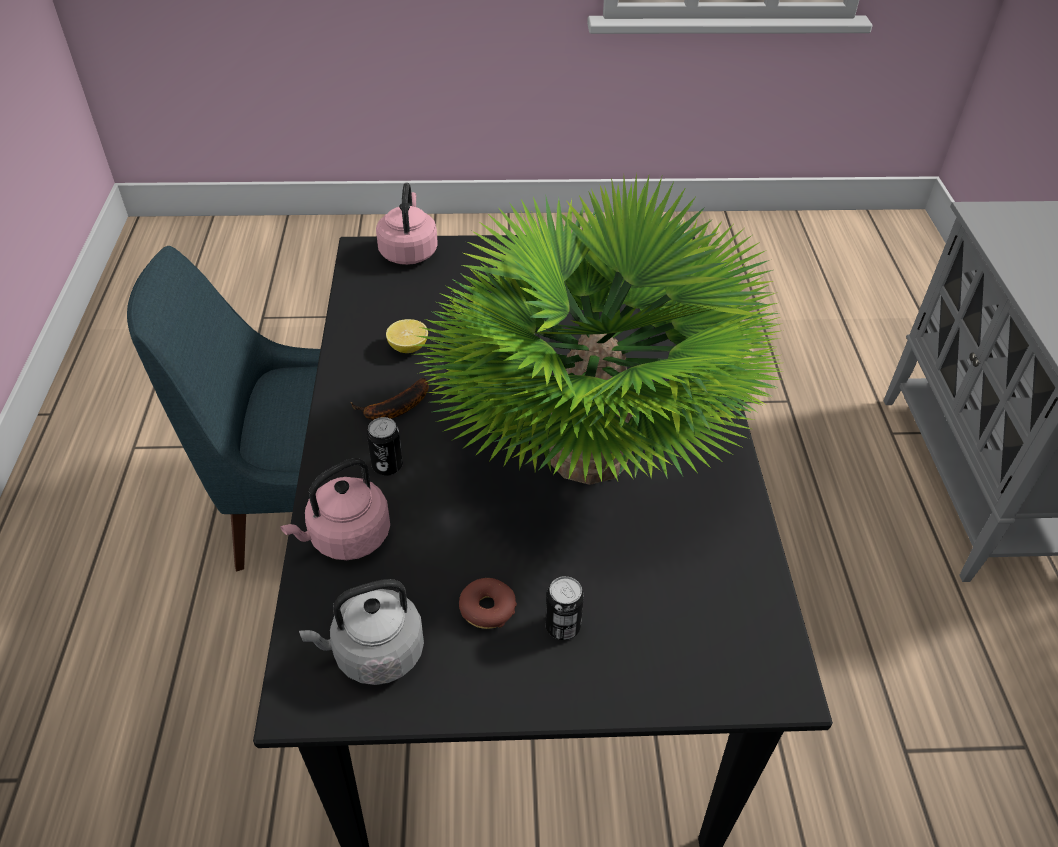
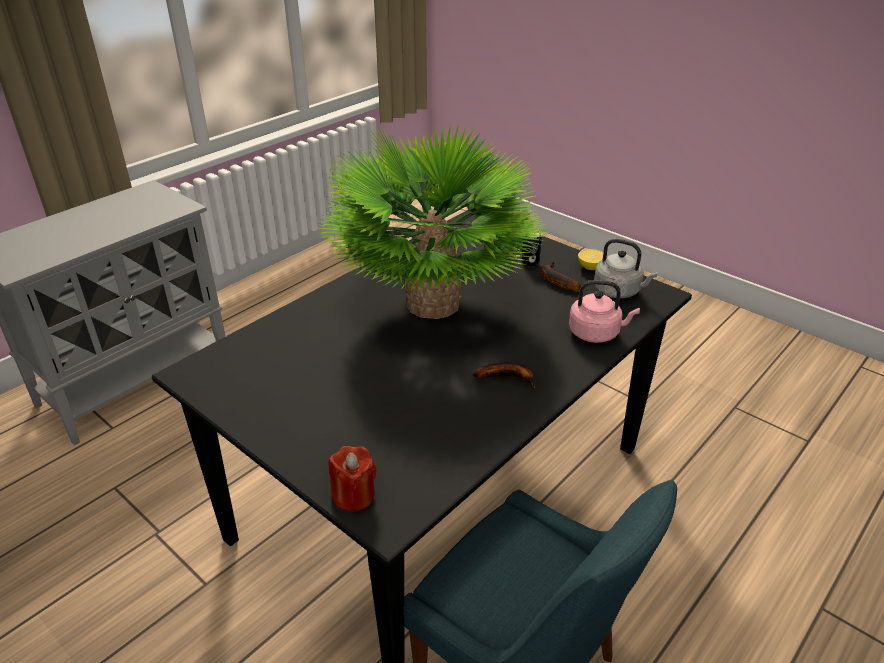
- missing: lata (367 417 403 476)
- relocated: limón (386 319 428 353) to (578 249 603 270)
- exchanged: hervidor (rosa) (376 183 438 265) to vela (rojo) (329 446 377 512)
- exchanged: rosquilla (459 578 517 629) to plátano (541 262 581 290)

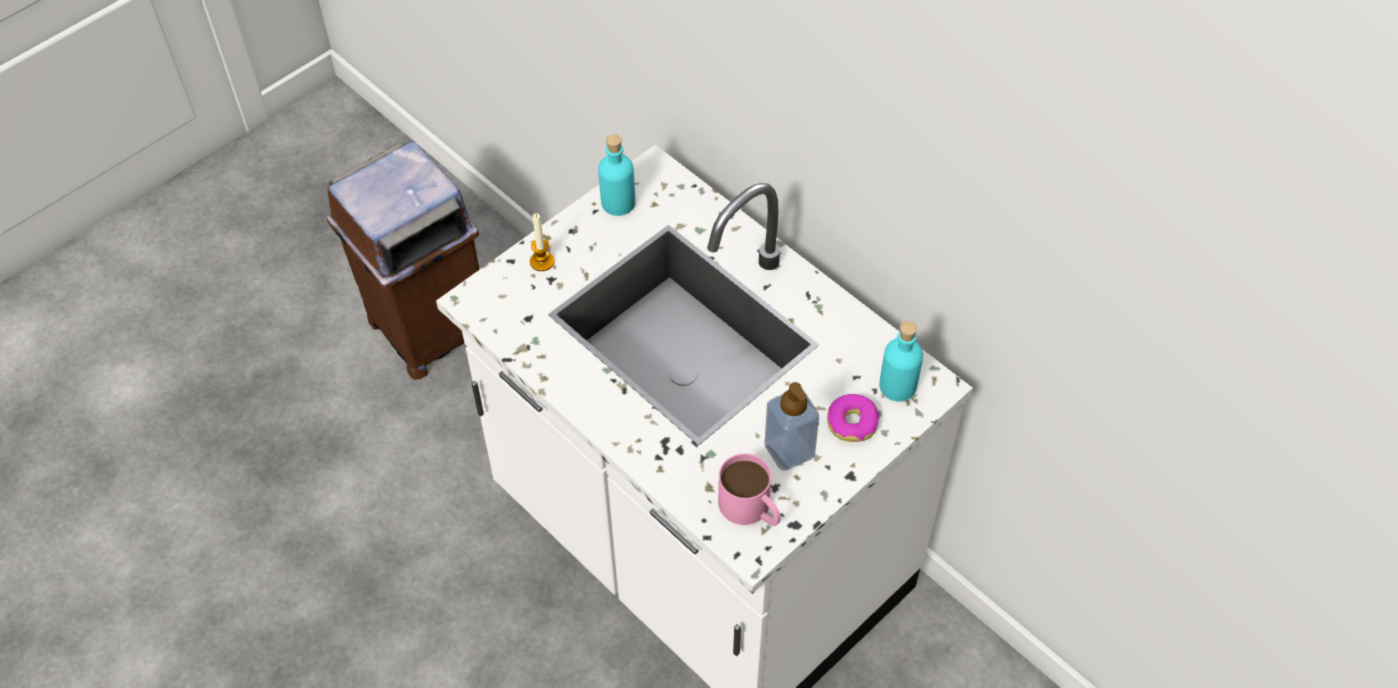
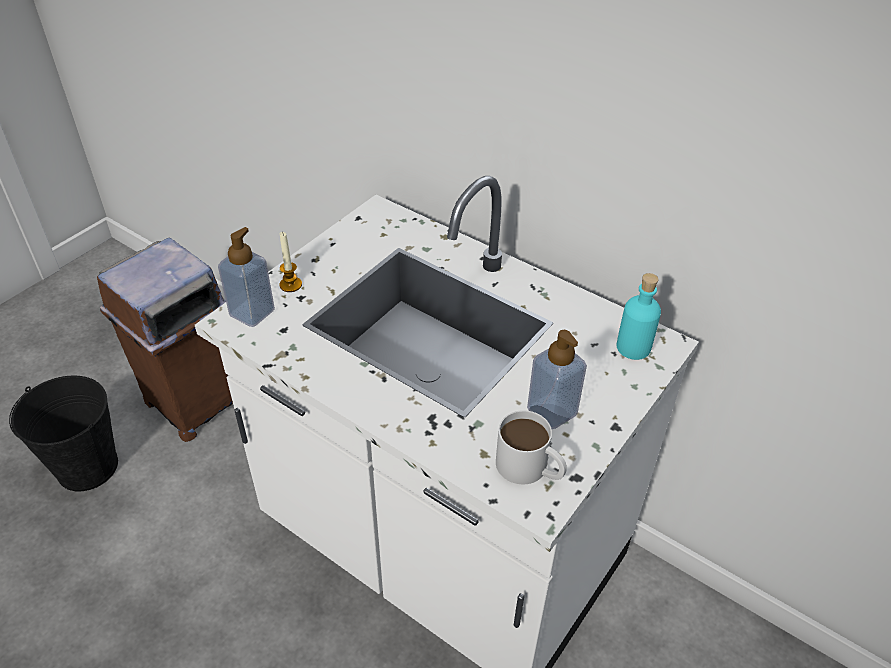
- missing: botella (turquesa) (598 134 636 216)
- missing: rosquilla (827 394 879 442)
- appeared: cubo (negro) (9 376 118 491)
- appeared: dispensador de jabón (218 227 275 327)
- colour: taza grande (rosa) (718 454 781 526) to taza grande (blanco) (496 410 567 484)

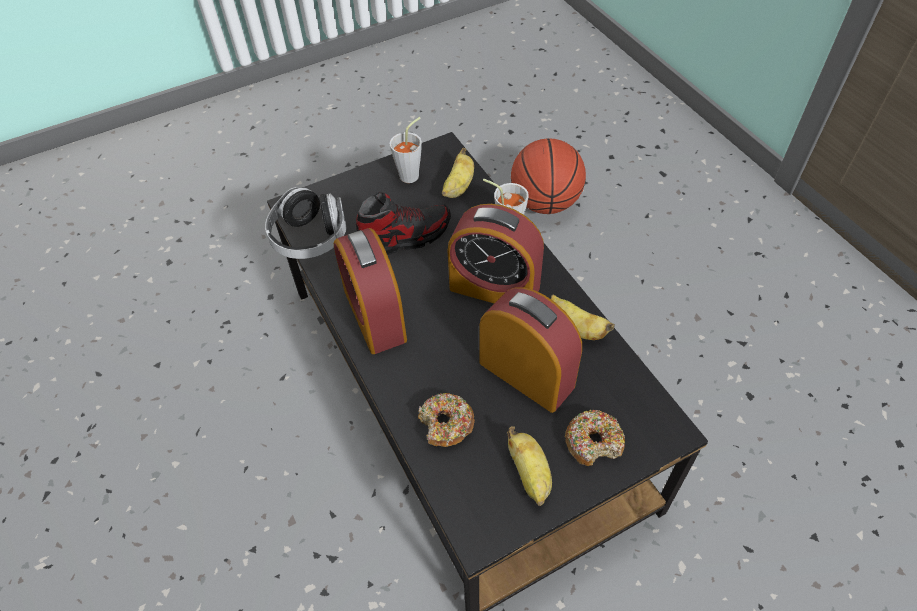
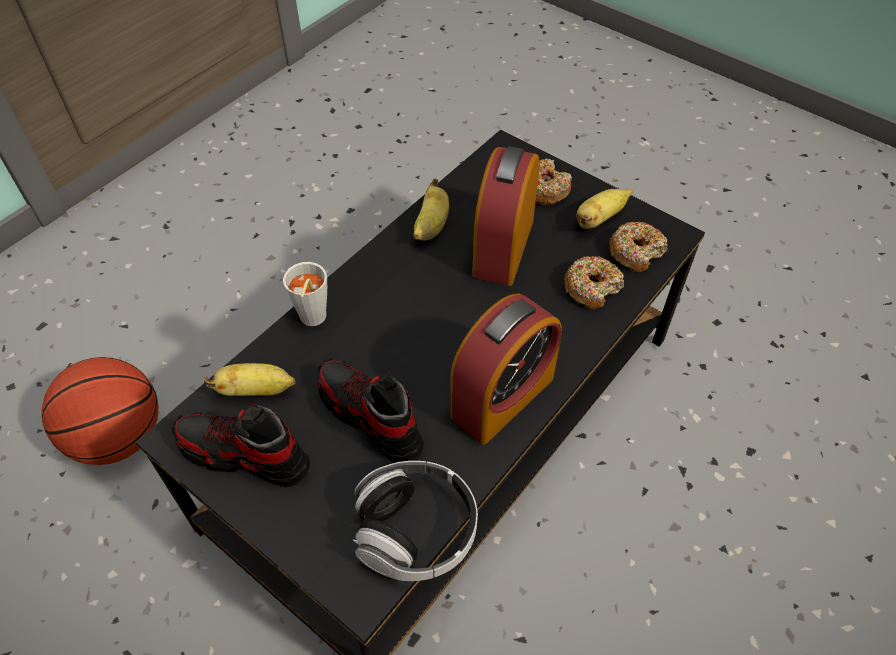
- missing: despertador (447 204 544 303)
- appeared: rosquilla (609 222 668 272)
- exchanged: taza (gris) (390 117 422 183) to zapato (171 404 310 487)

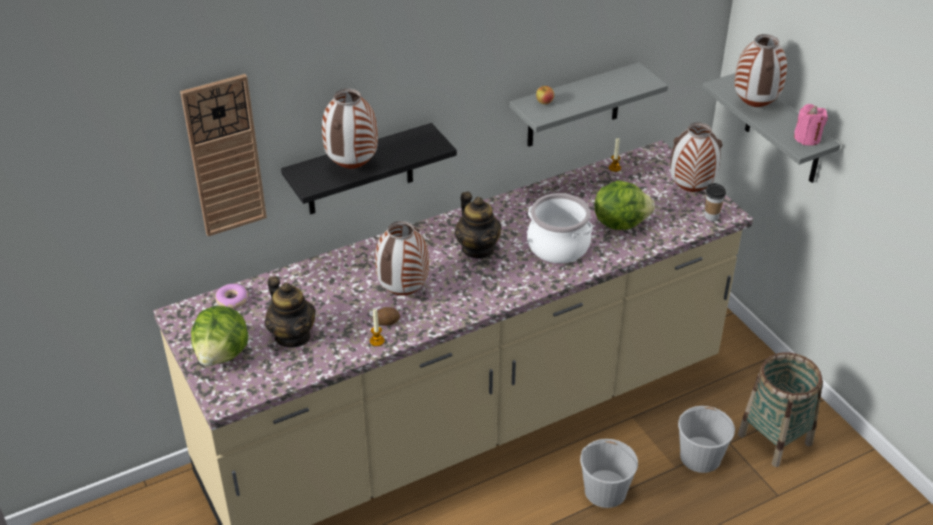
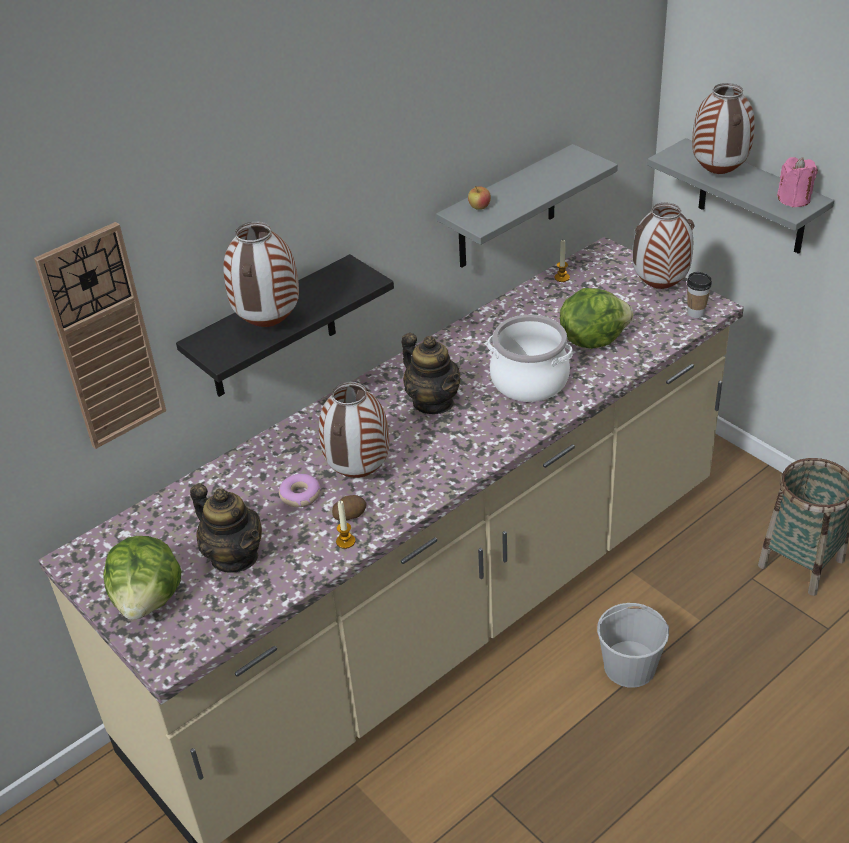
- missing: cubo (blanco) (678 406 735 473)
- relocated: rosquilla (215 284 248 309) to (279 474 321 507)

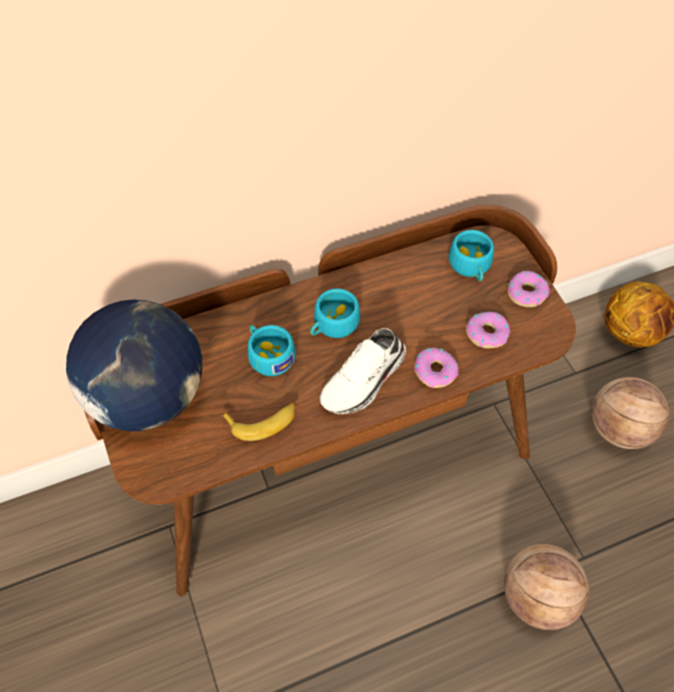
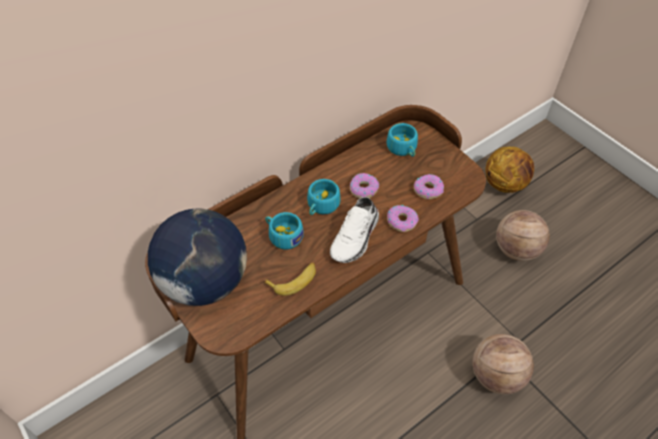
- relocated: rosquilla (508 271 550 307) to (350 173 379 198)

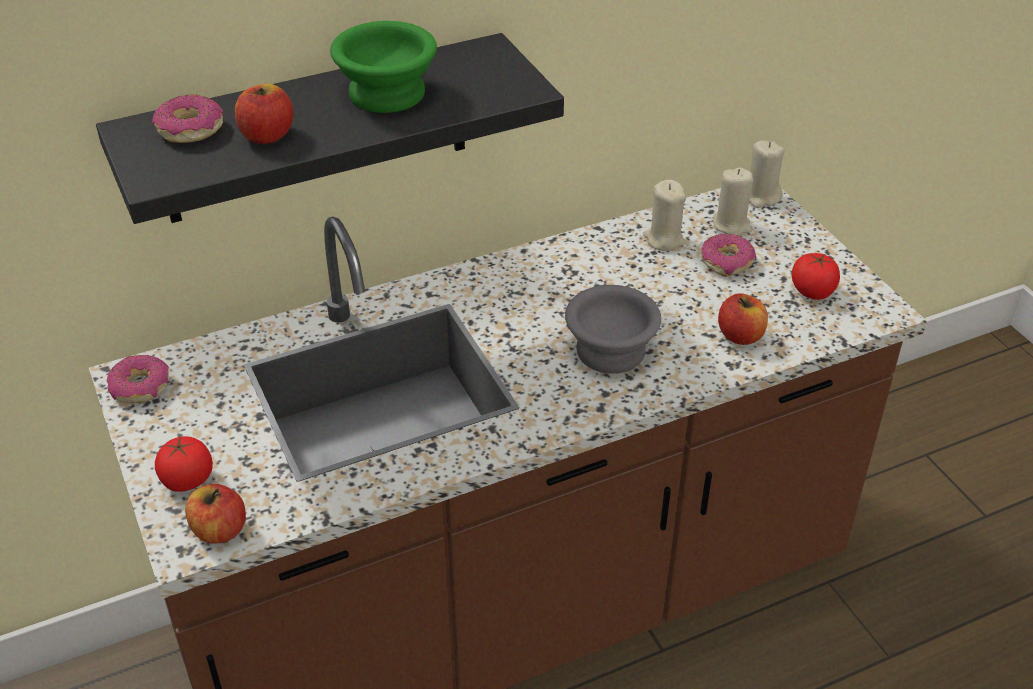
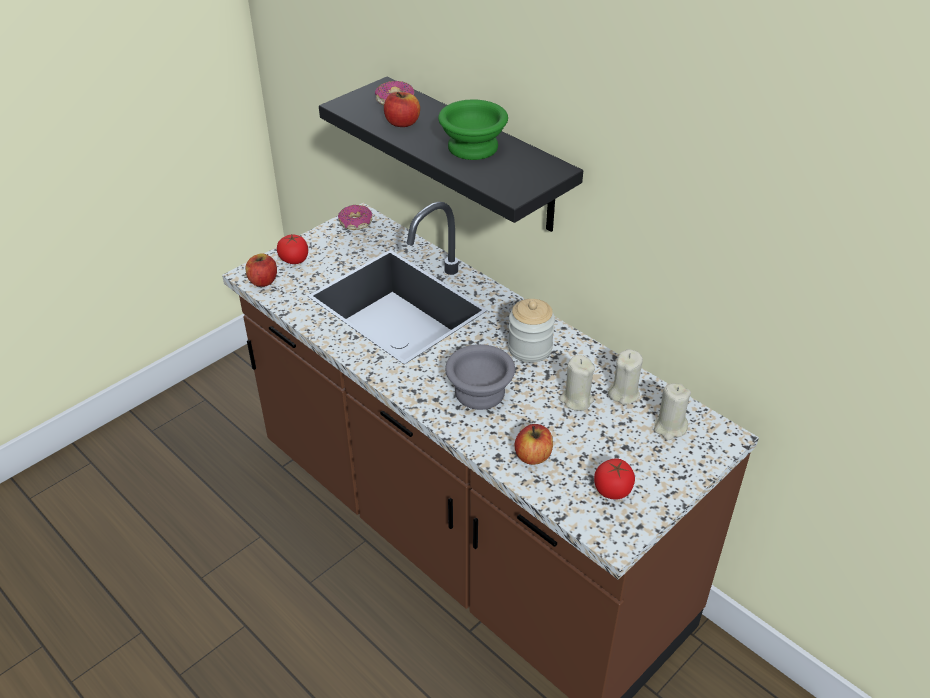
- missing: rosquilla (701 234 757 276)
- appeared: tarro (508 299 555 363)
- relocated: vela (beis) (749 140 785 208) to (559 355 595 411)

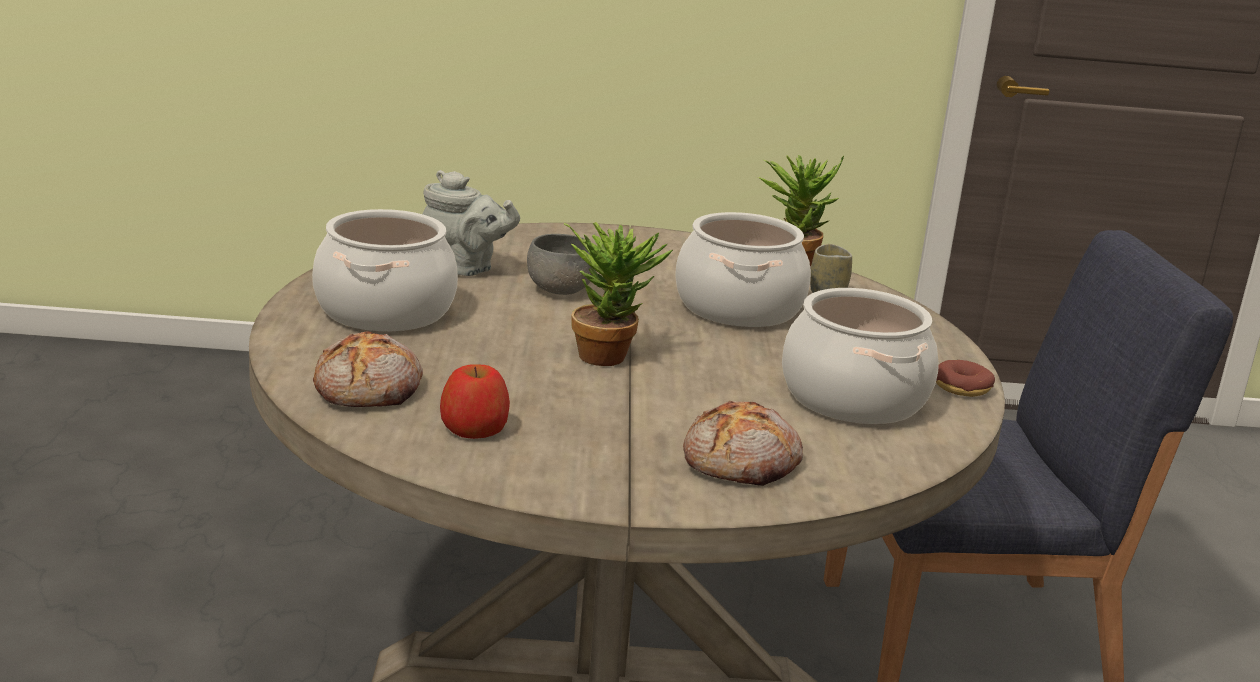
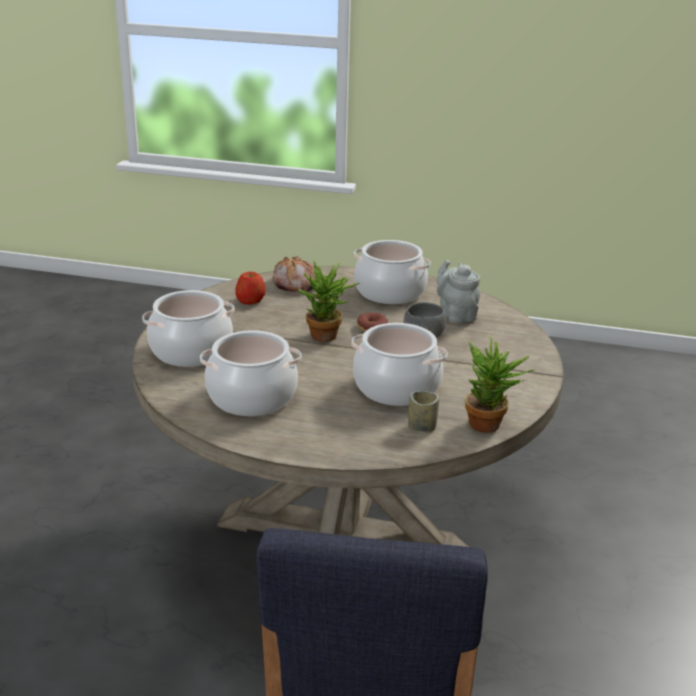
- relocated: rosquilla (936 360 995 397) to (357 313 388 331)
- exchanged: pan (683 400 803 486) to olla (142 290 235 367)
- spun: tetera (gris) (423 170 520 276) = (437 260 480 323) 120 degrees clockwise

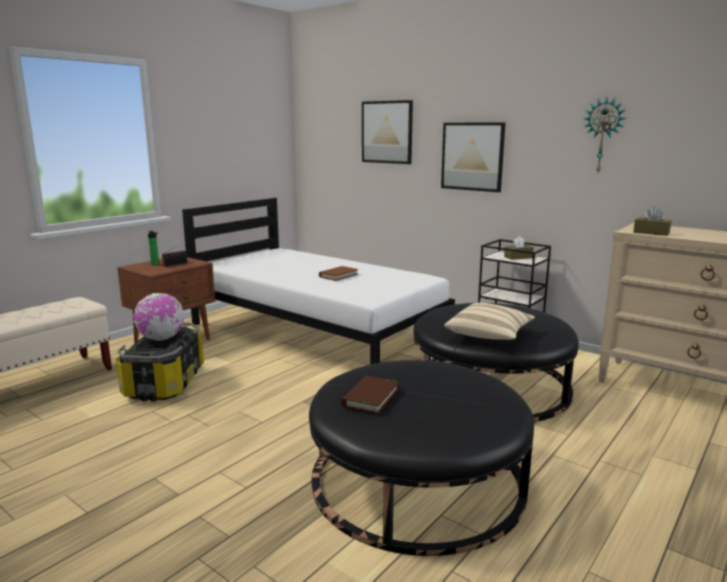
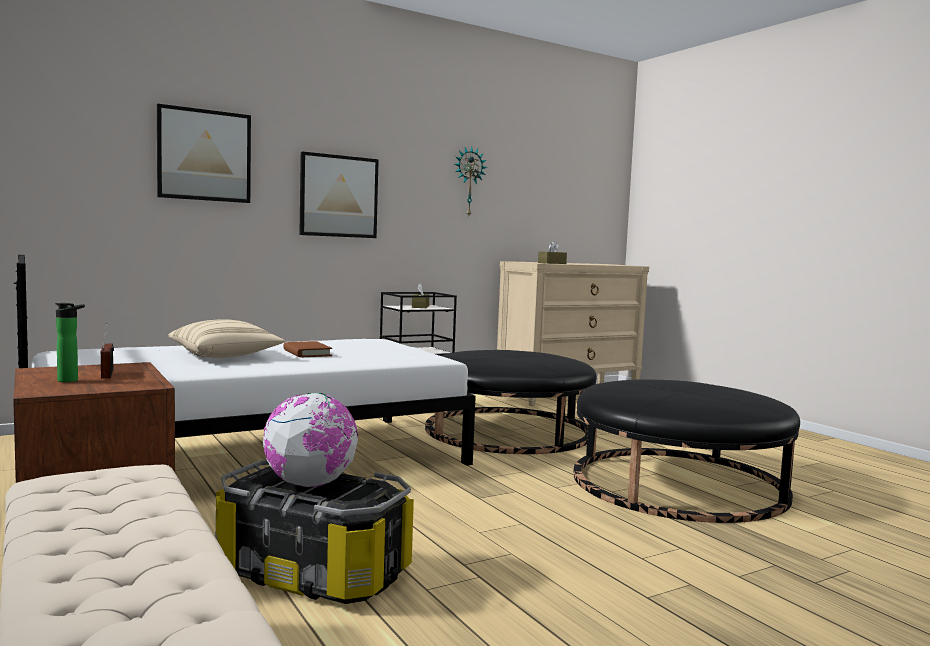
- missing: libro (marrón) (341 376 399 414)
- relocated: cojín (beis) (444 303 535 340) to (169 319 285 358)

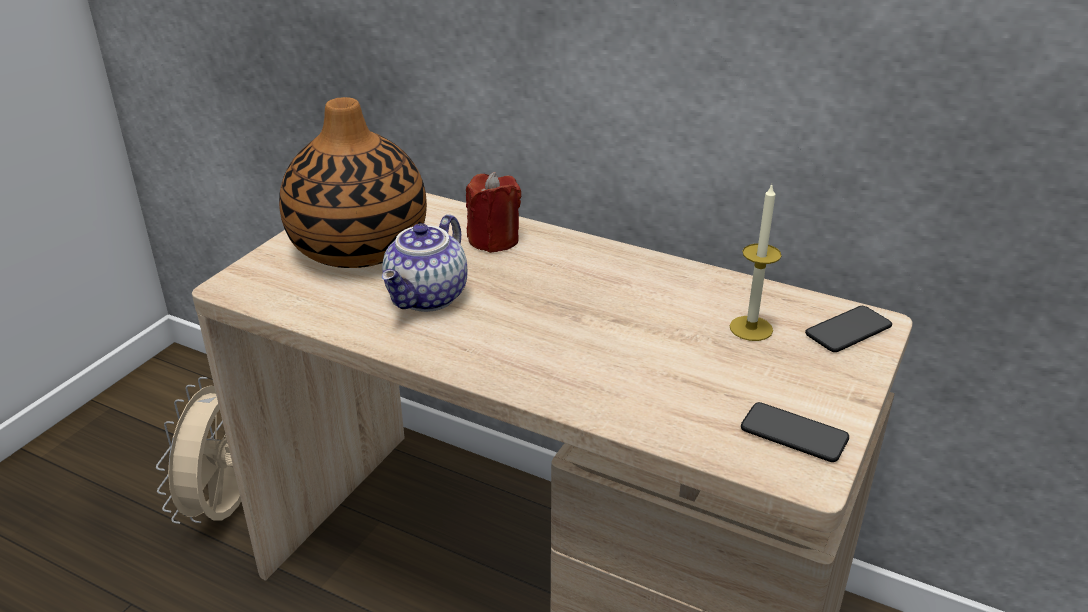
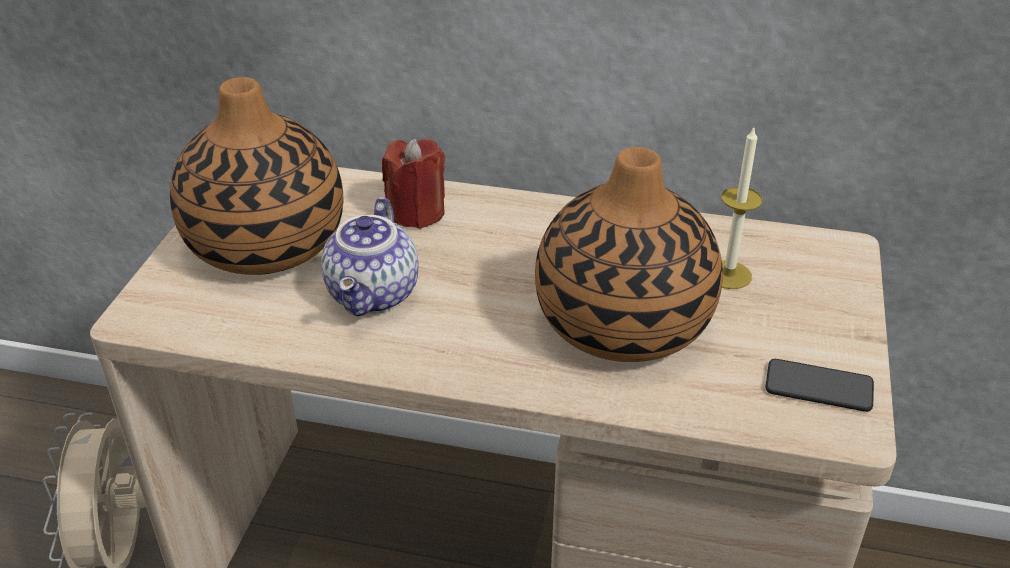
- missing: móvil (805 306 892 352)
- appeared: florero (535 147 723 362)

